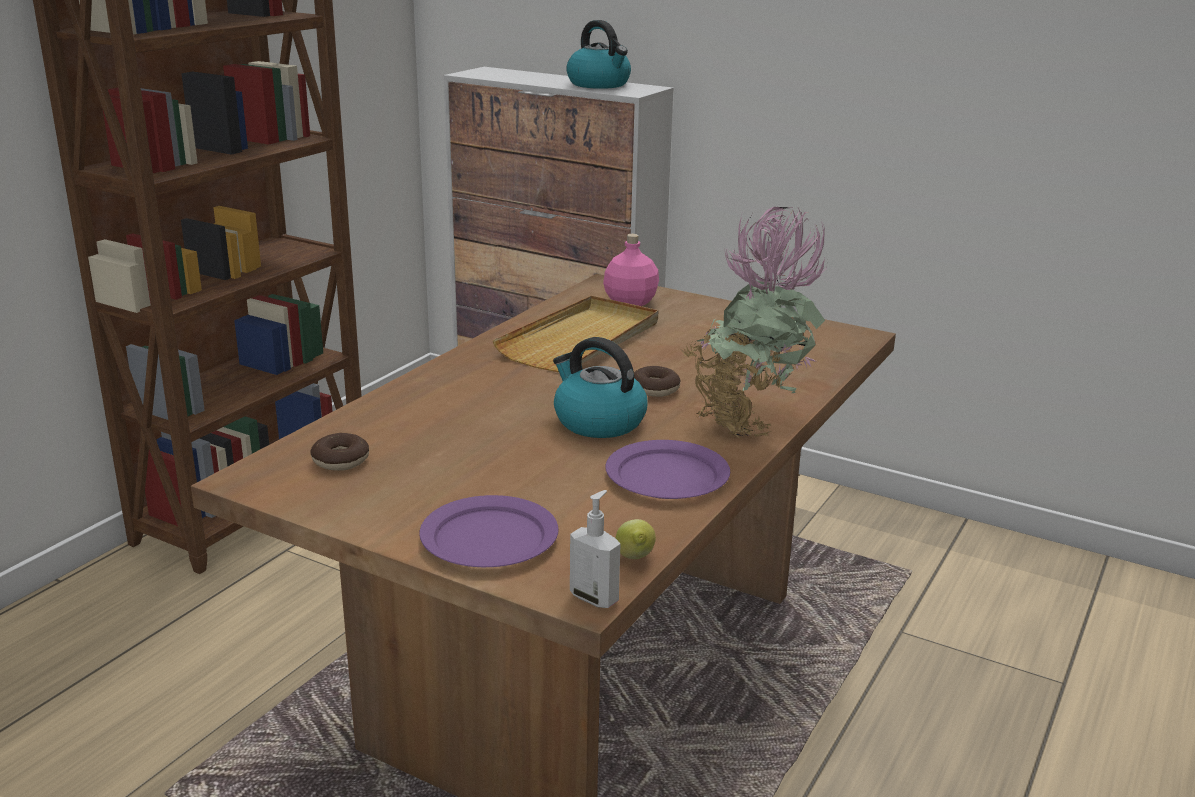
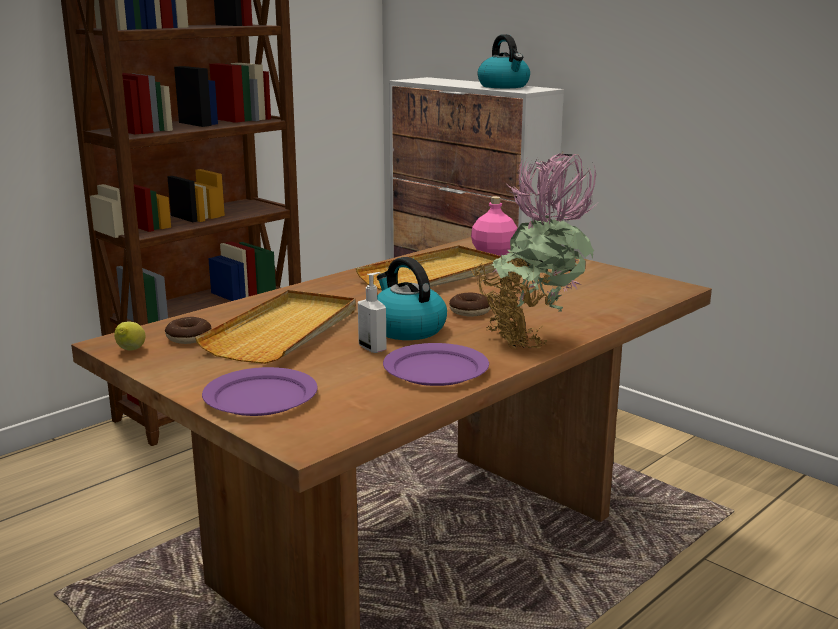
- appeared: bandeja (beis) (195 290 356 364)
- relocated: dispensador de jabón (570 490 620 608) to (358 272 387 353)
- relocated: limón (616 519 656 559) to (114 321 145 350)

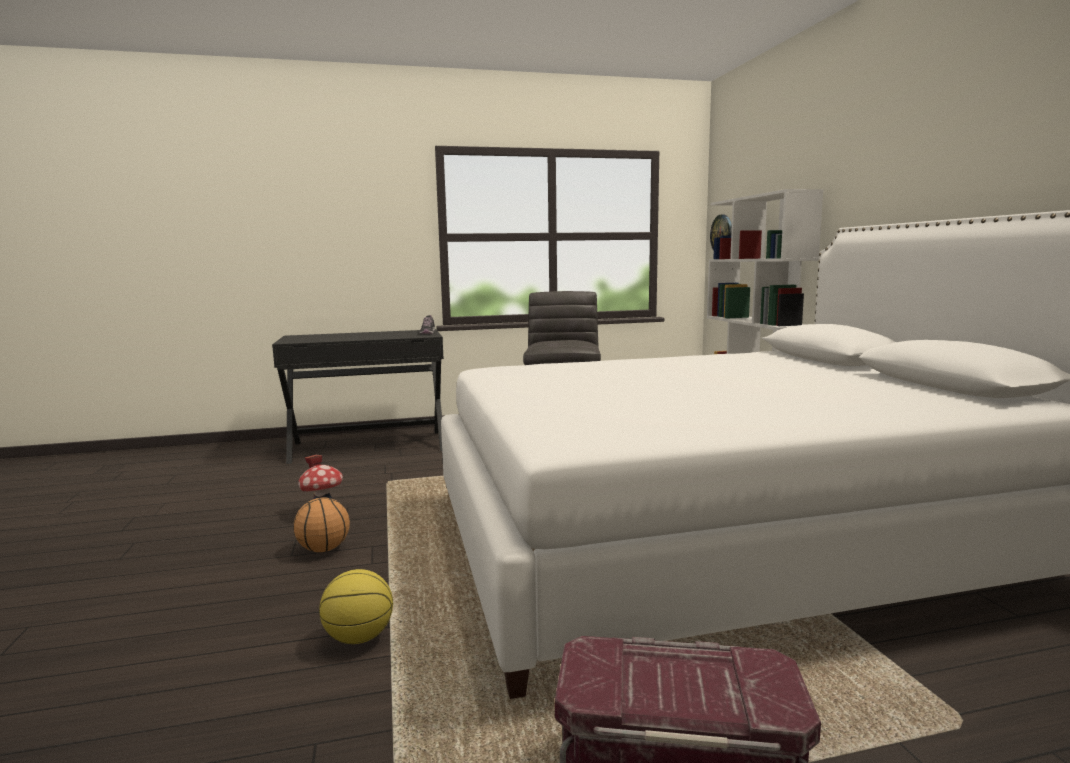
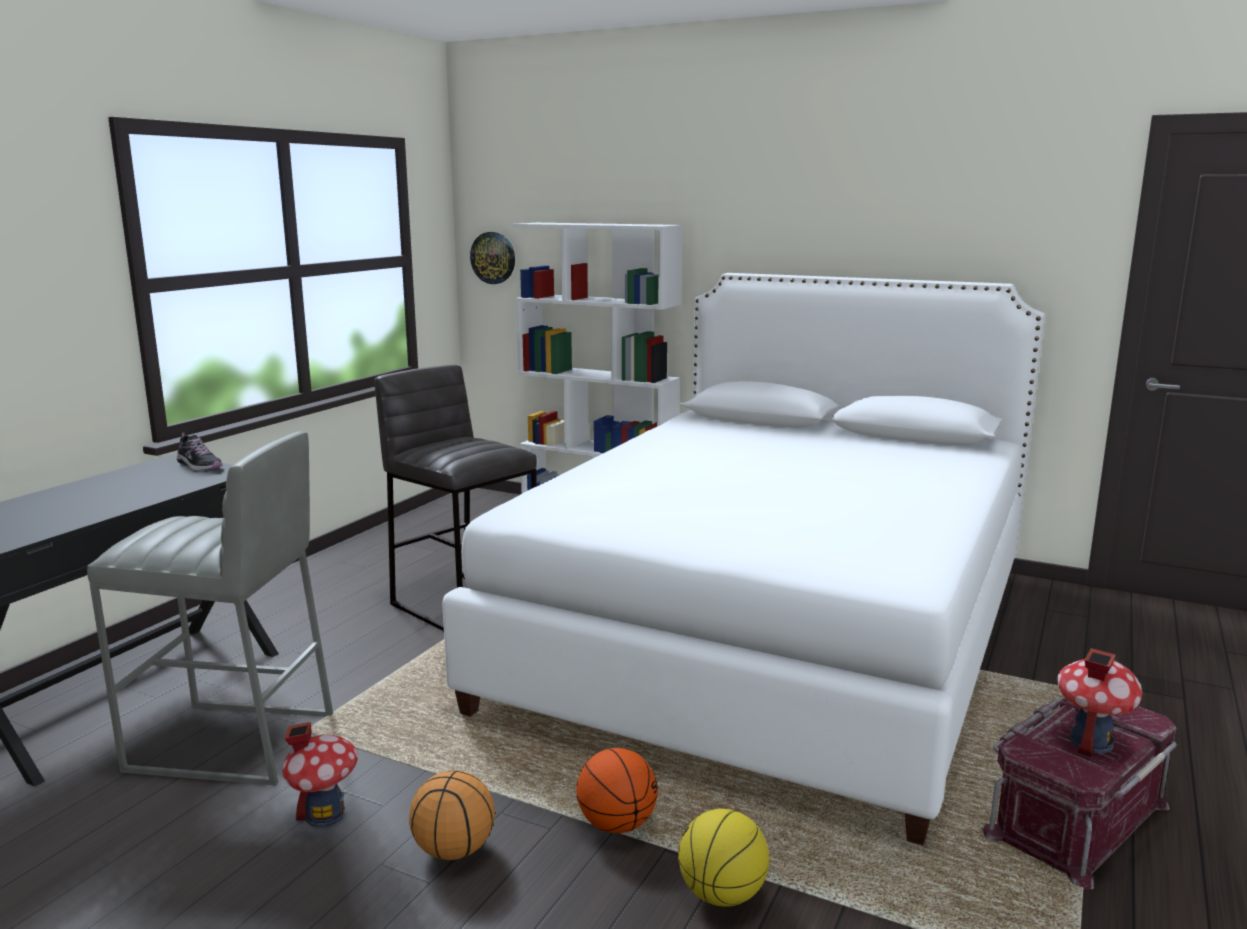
- appeared: taburete (gris) (87 432 333 785)
- appeared: balón de baloncesto (576 748 658 833)
- appeared: casita (1057 648 1143 757)

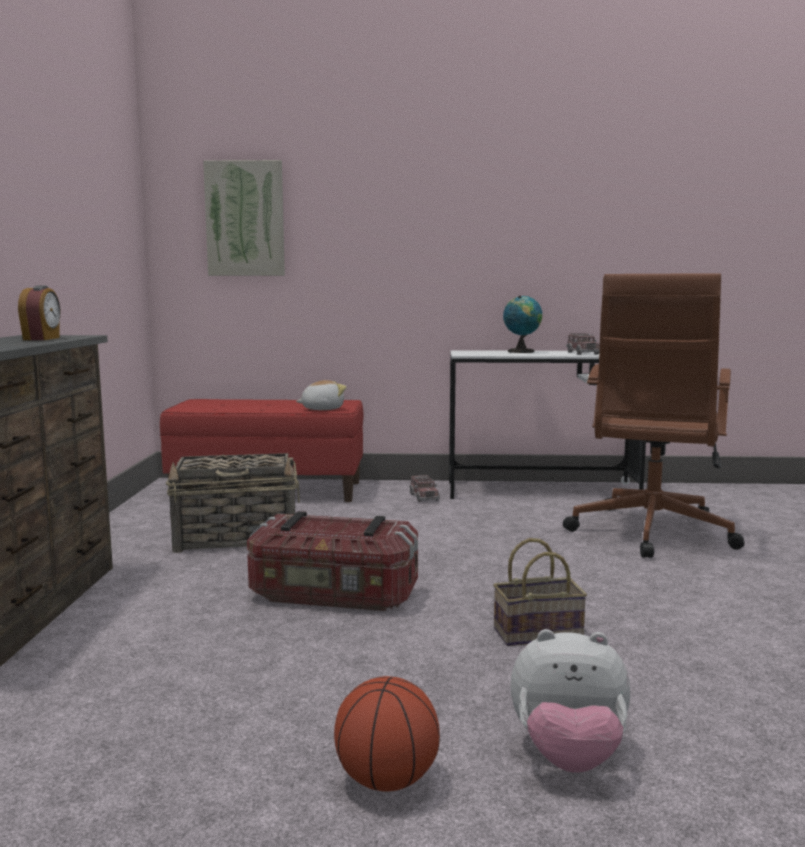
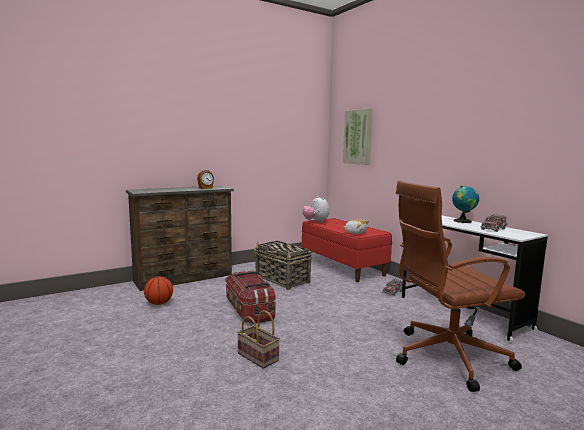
- relocated: balón de baloncesto (334 676 440 791) to (144 276 173 305)
- relocated: peluche (510 629 630 773) to (303 196 329 223)

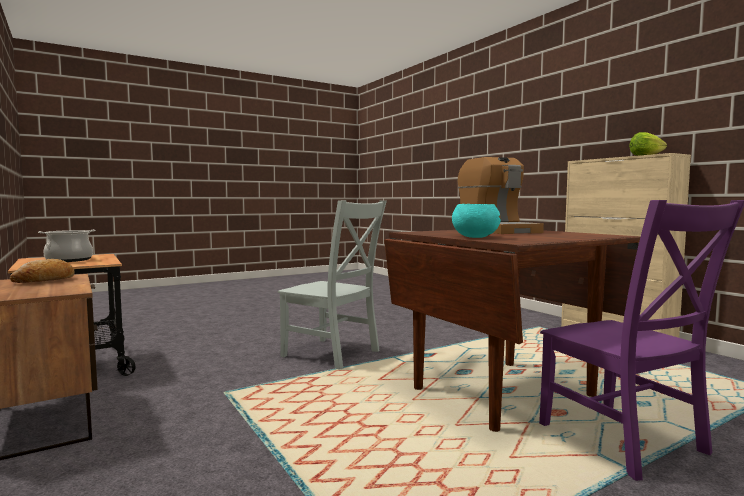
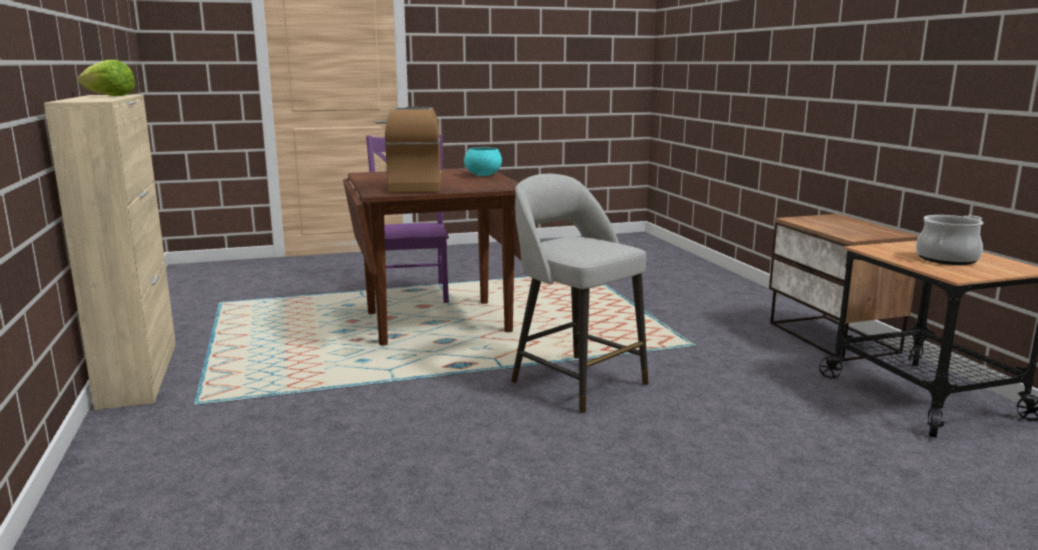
- missing: pan (10 259 75 283)
- exchanged: silla (gris) (278 200 387 370) to taburete (gris) (511 174 649 413)

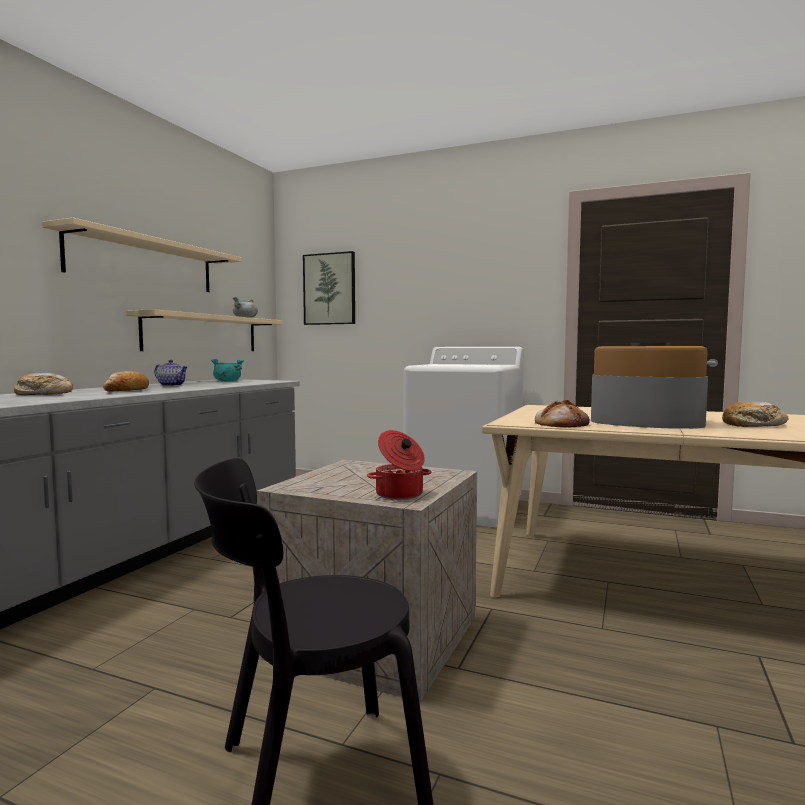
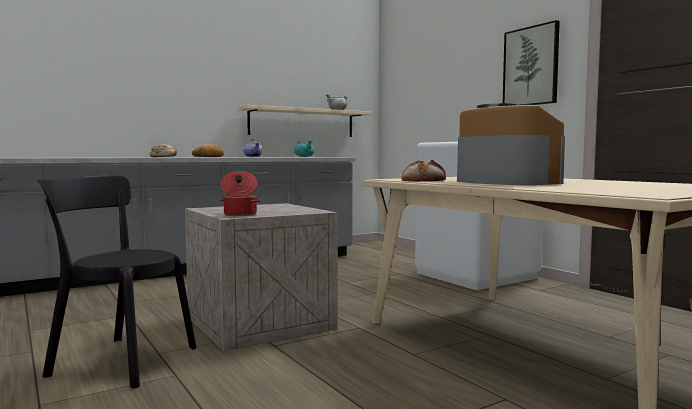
- missing: estante (beis) (42 218 242 292)
- missing: pan (722 401 788 427)
- relocated: cuadro (303 251 355 325) to (503 20 560 105)

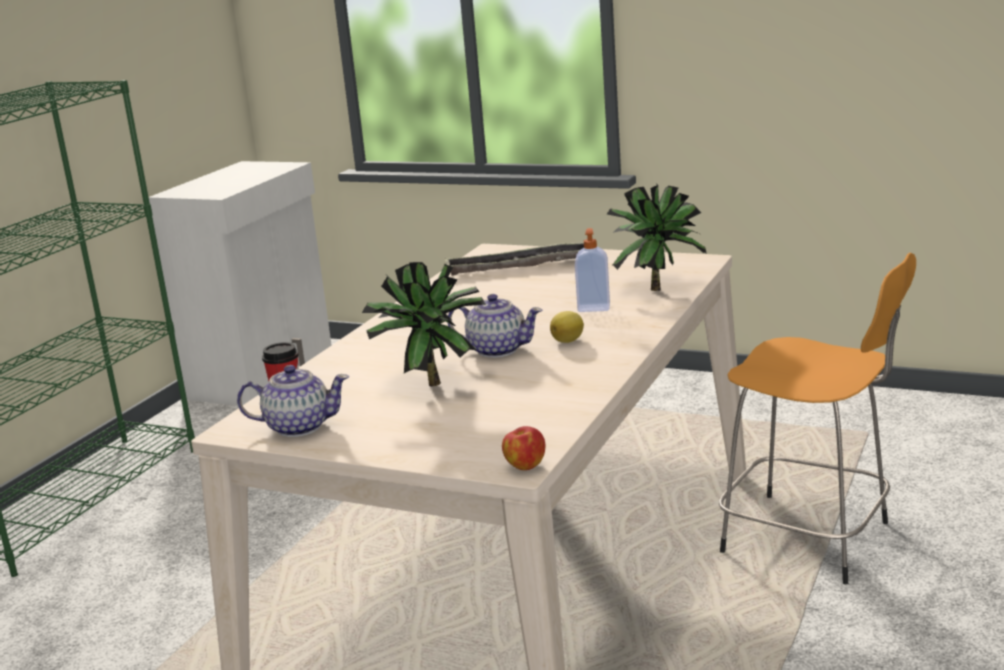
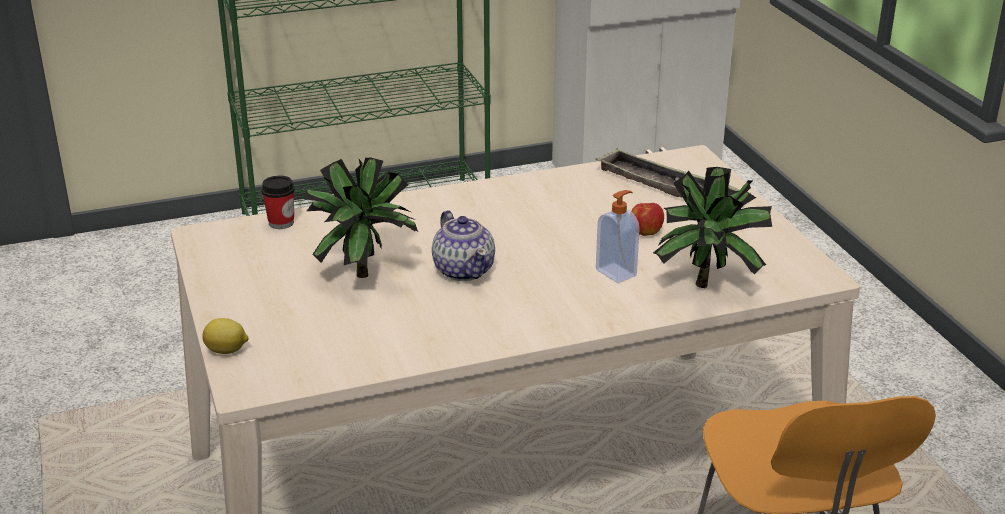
- missing: tetera (237 365 349 437)
- relocated: manzana (502 426 545 470) to (631 203 664 236)
- relocated: limón (550 311 584 343) to (203 318 249 354)

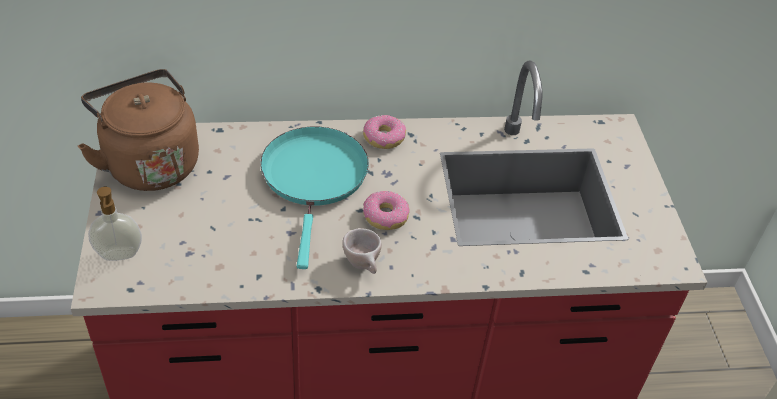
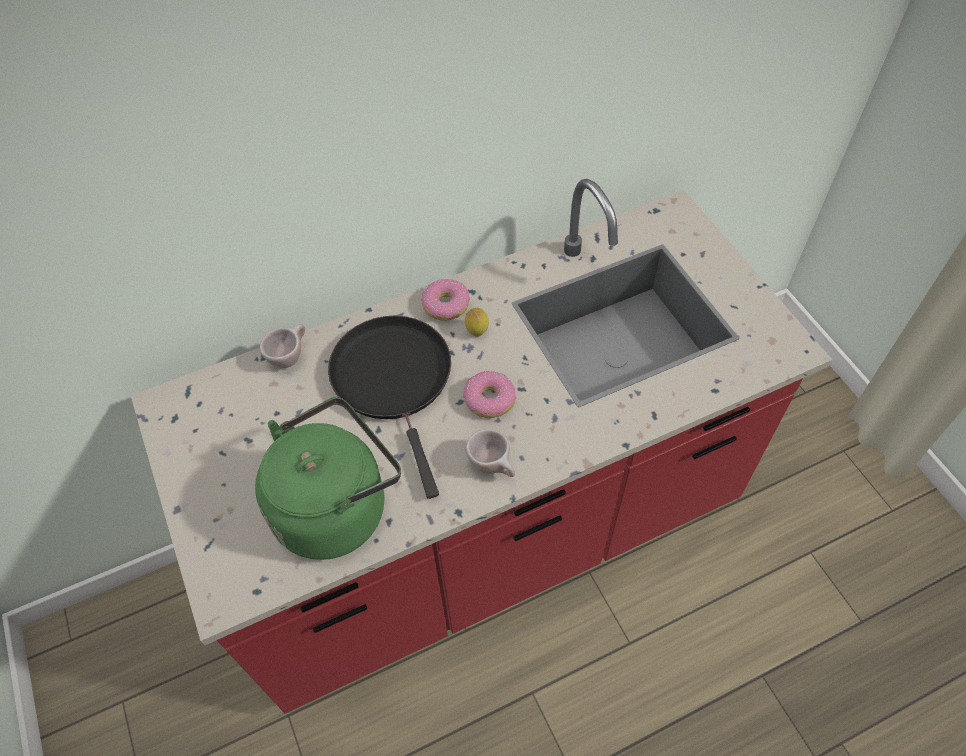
- missing: hervidor (marrón) (78 69 199 191)
- missing: dispensador de jabón (88 187 142 261)
- appeared: hervidor (verde) (255 397 401 560)
- appeared: taza (beis) (260 324 305 368)
- appeared: limón (465 308 489 337)
- colour: sartén (turquesa) (260 127 369 269) to sartén (negro) (328 316 451 499)

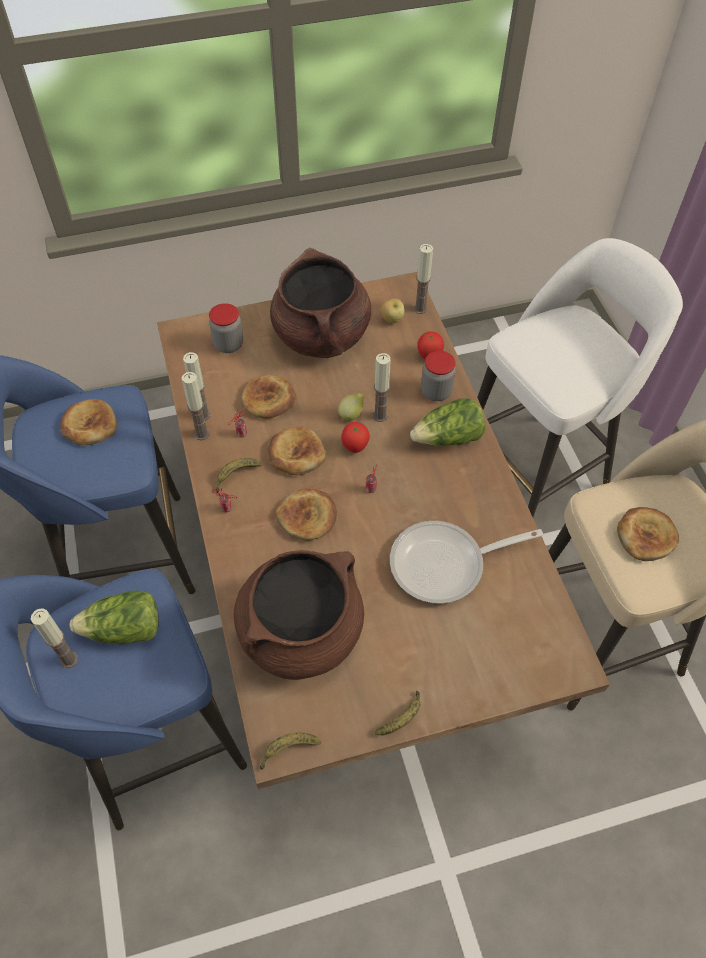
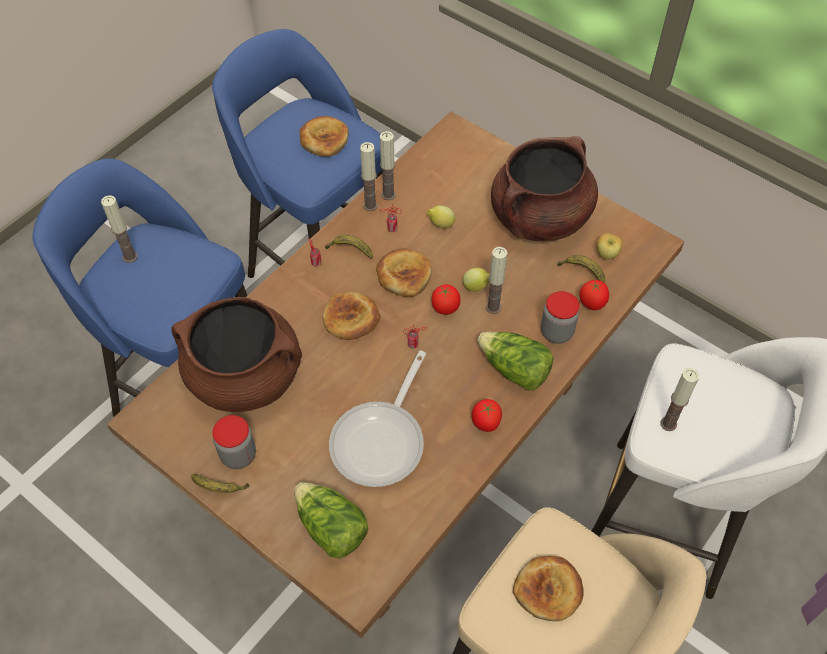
- appeared: tomate (472 399 502 432)
- relocated: lechuga (69 590 159 644) to (294 482 368 559)
- relocated: tarro (209 303 243 353) to (212 415 256 469)
- relocated: plátano (260 733 321 770) to (557 255 605 283)
- relocated: vela (414 244 433 314) to (660 368 699 431)
- exchanged: pan (241 375 296 419) to limón (427 205 455 228)
- spun: sartén (390 521 543 604) = (329 350 426 487) 105 degrees counterclockwise

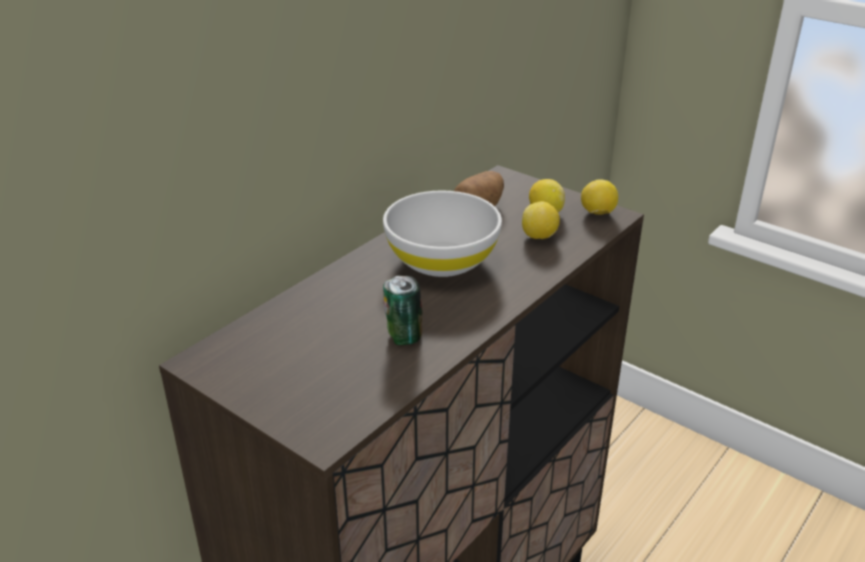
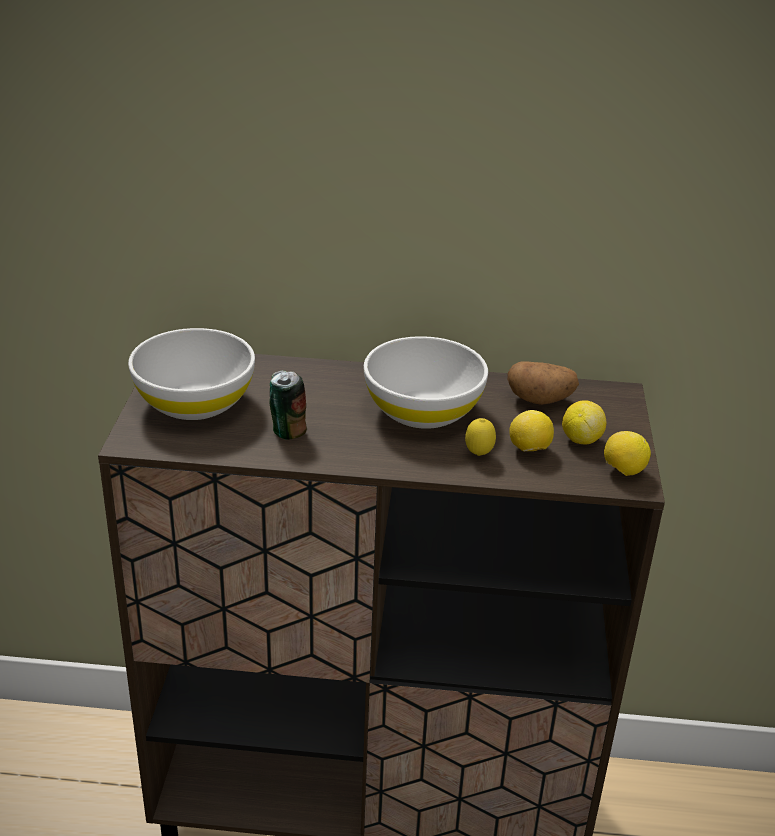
- appeared: cuenco (blanco) (128 328 255 420)
- appeared: limón (465 418 496 456)

